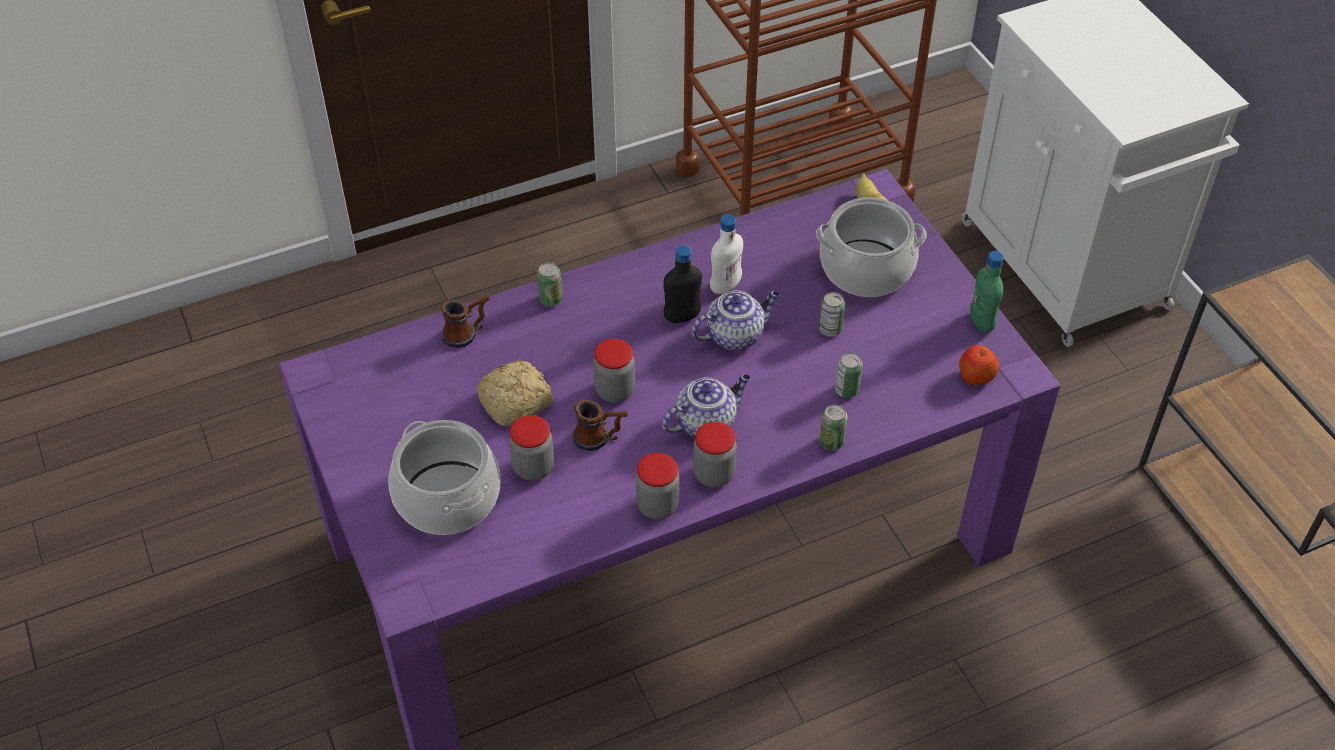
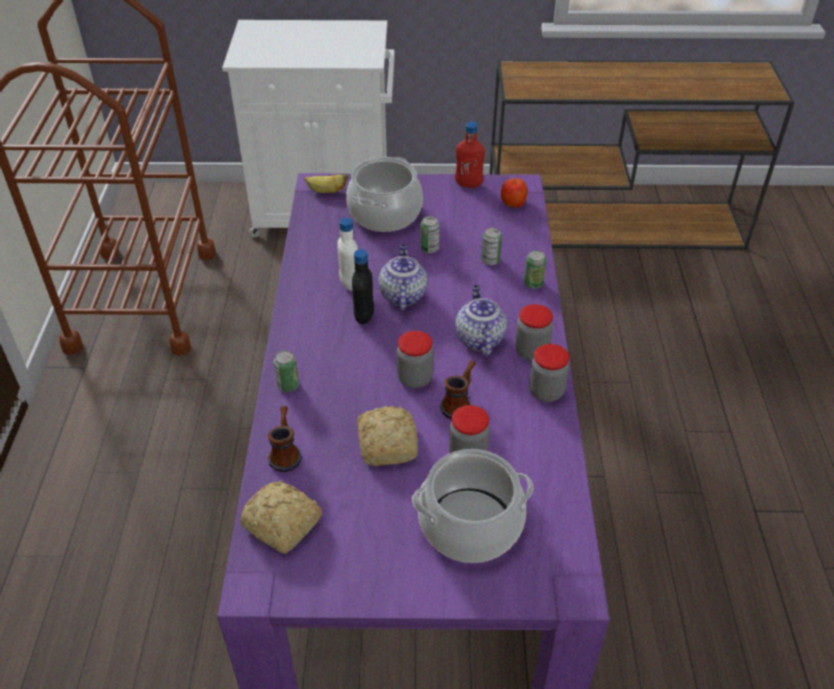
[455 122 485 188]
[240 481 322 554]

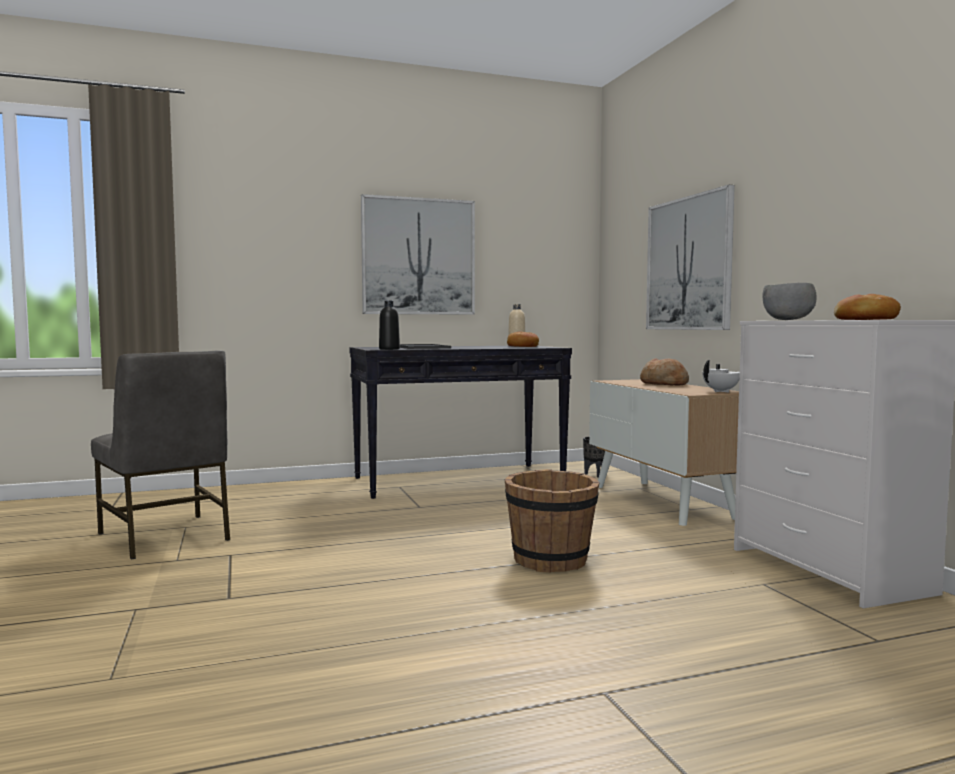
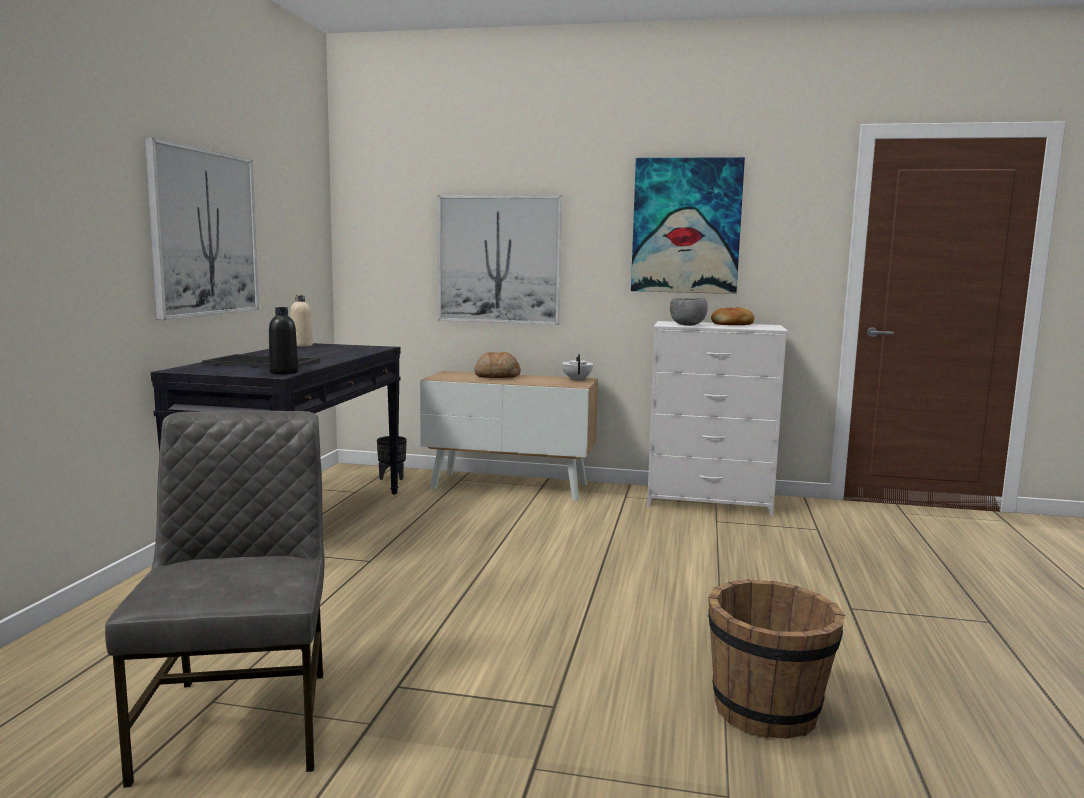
[105 410 324 788]
[708 579 845 739]
[507 331 539 347] (first image)
[631 157 745 294]

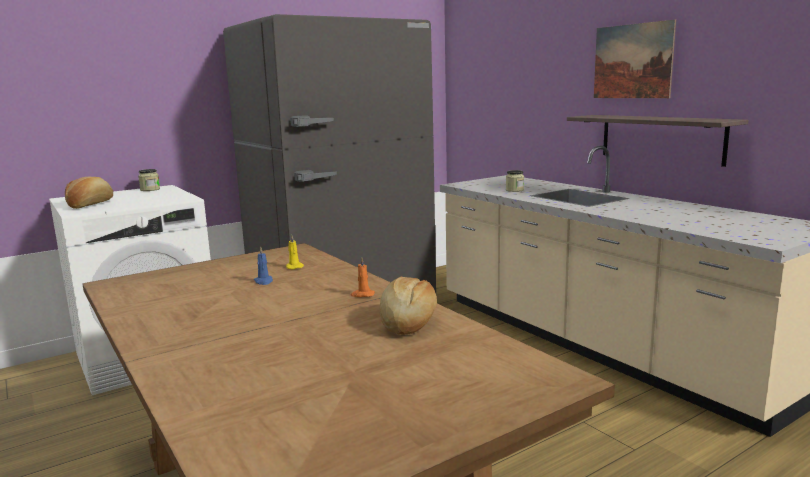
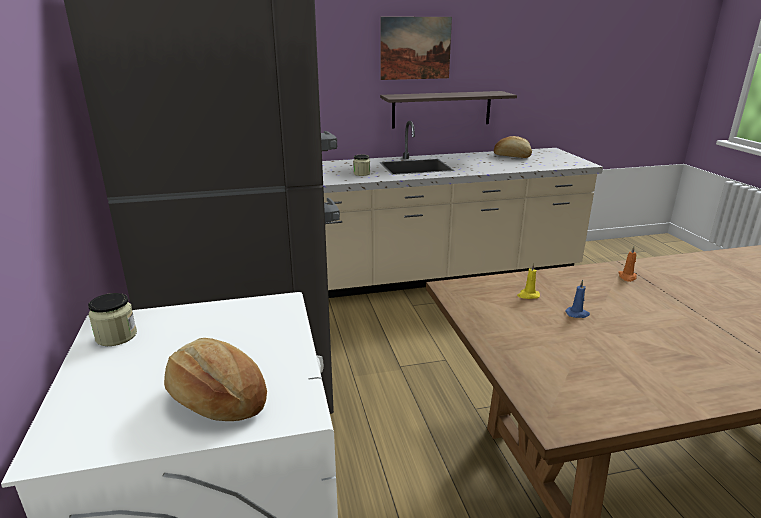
[494 136 532 158]

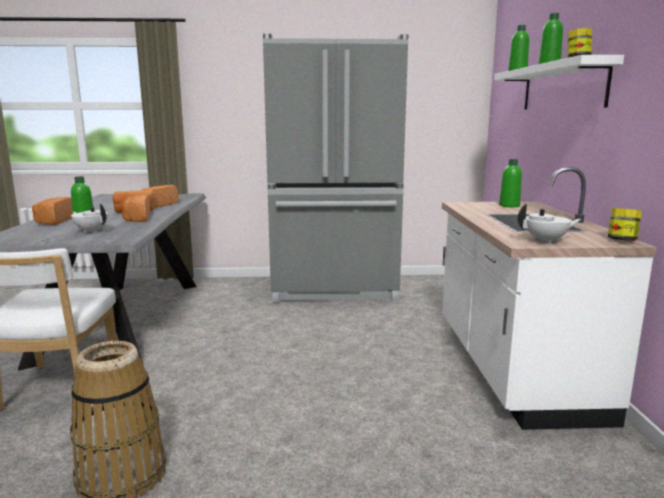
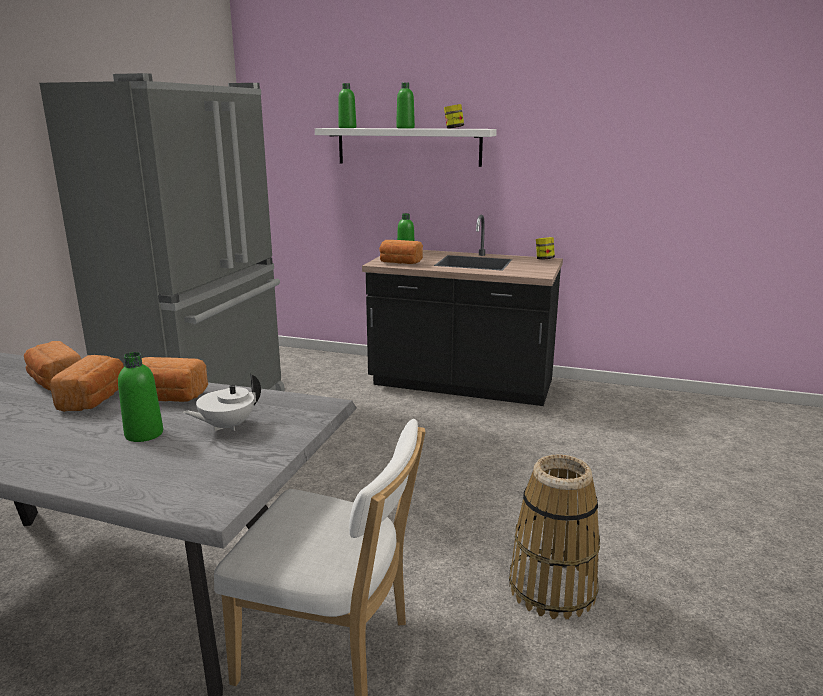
[379 240 423 264]
[362 215 563 406]
[518 204 581 244] (first image)

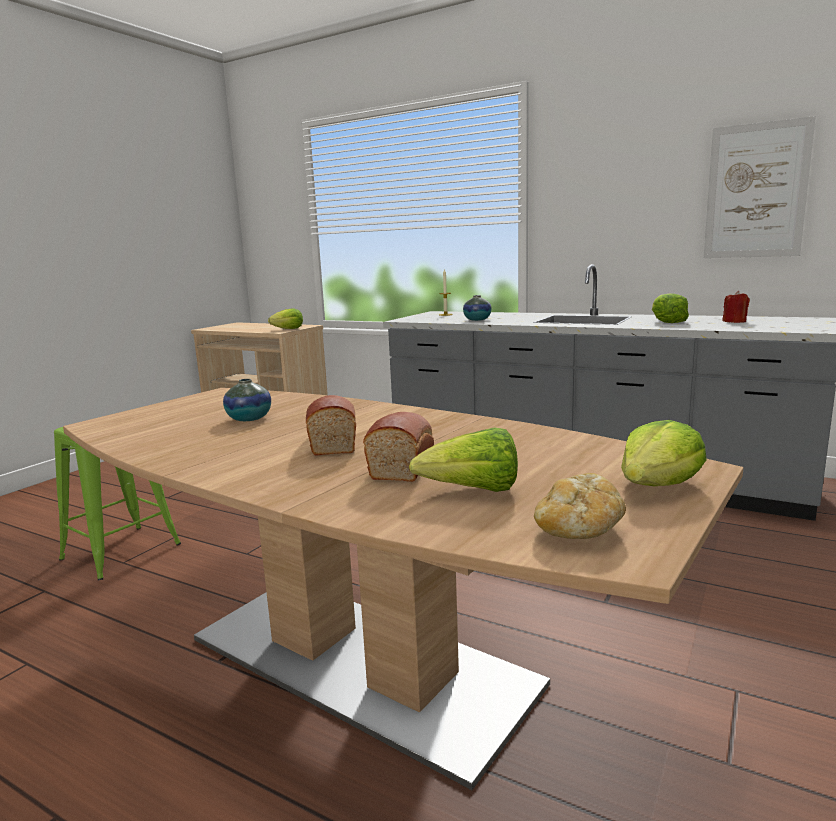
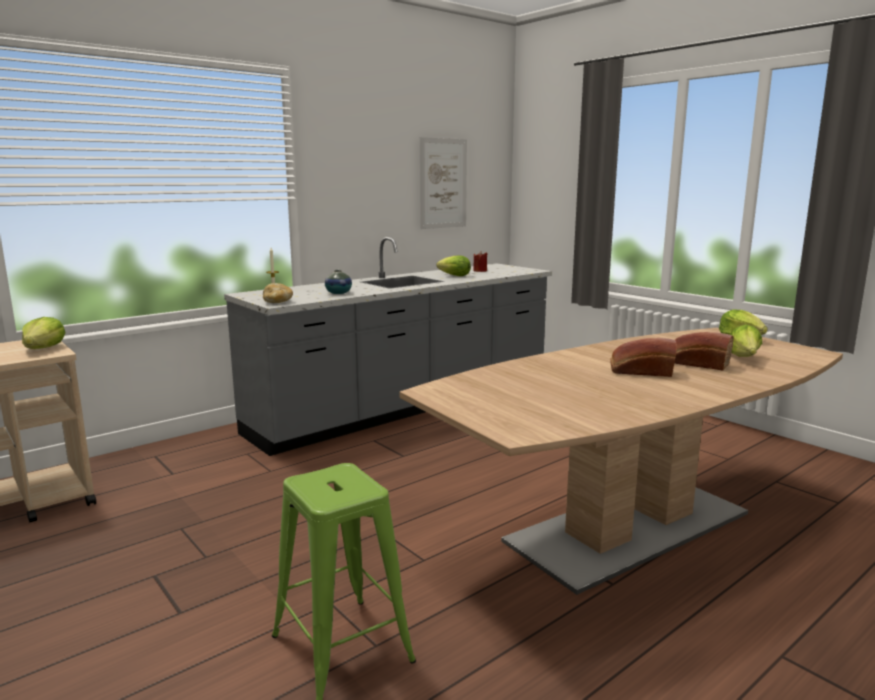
[223 379 271 421] (first image)
[263 283 293 303]

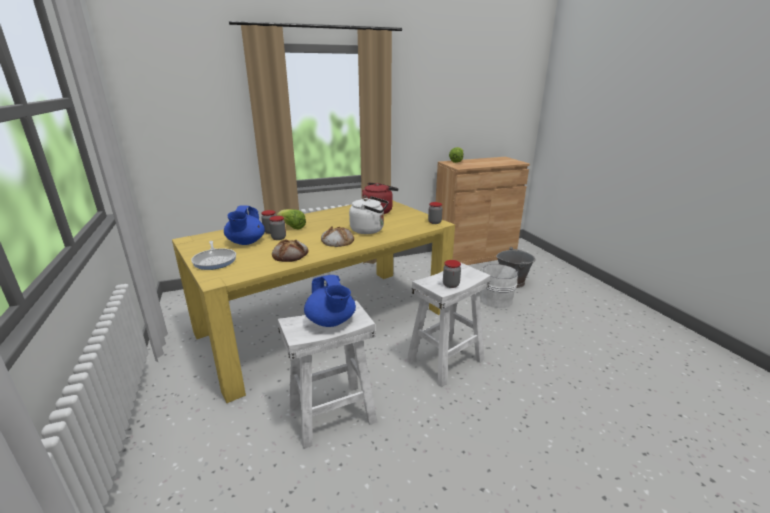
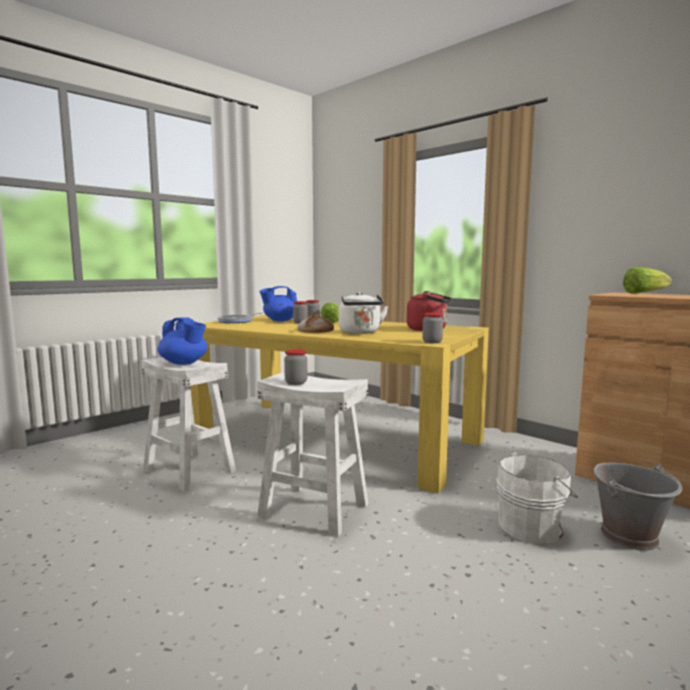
[272 239 308 262] (first image)
[157 317 208 365]

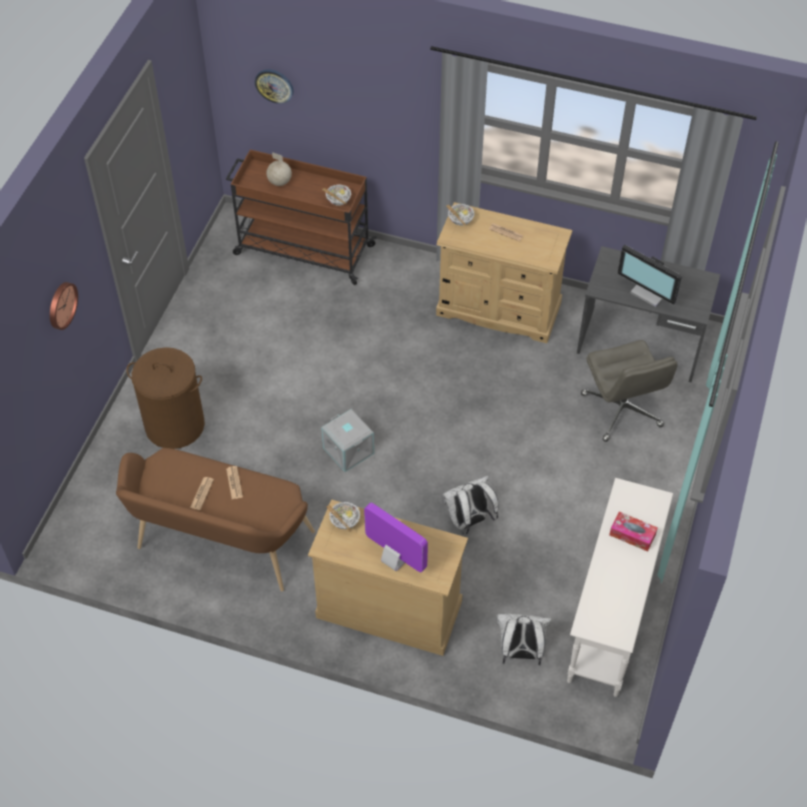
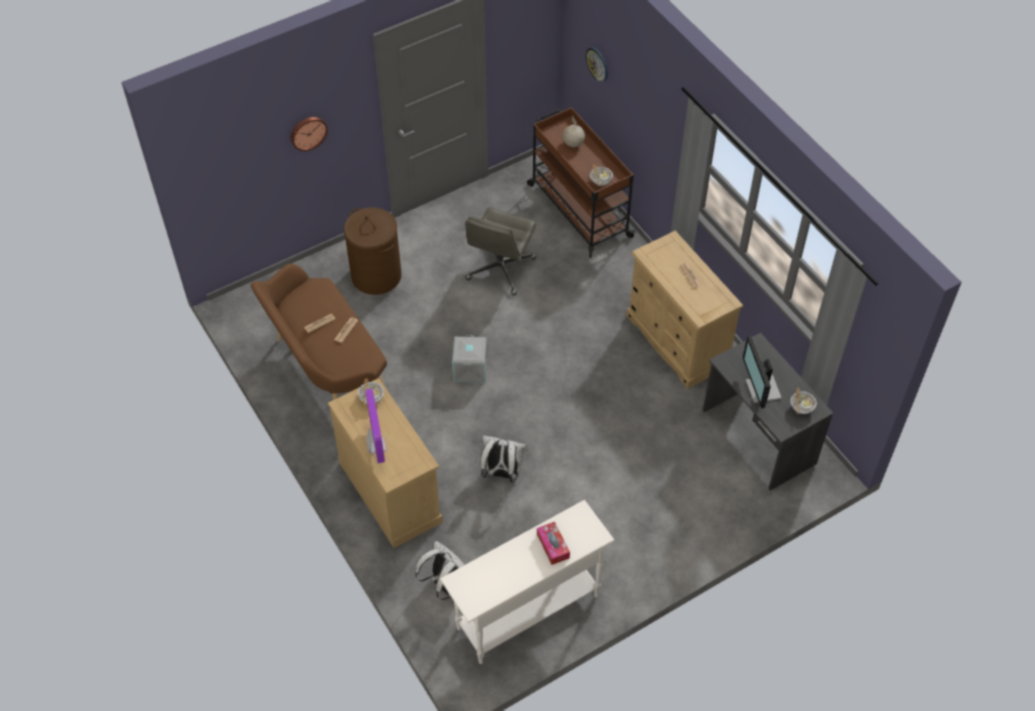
[790 388 817 414]
[465 207 536 295]

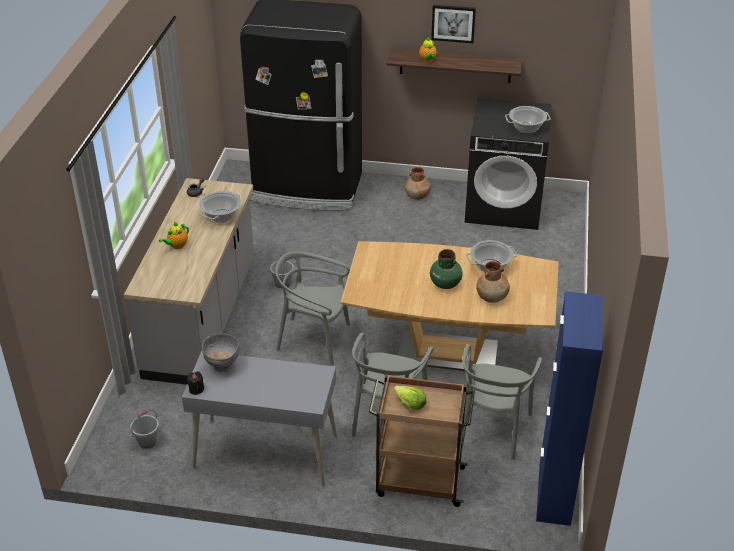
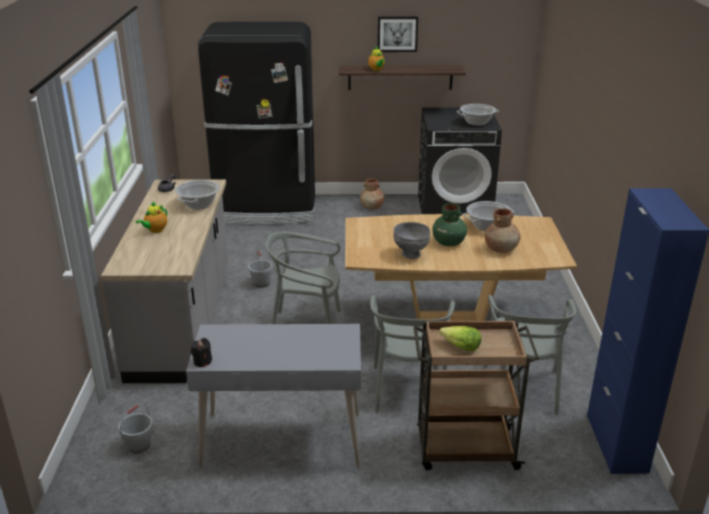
[394 222 430 259]

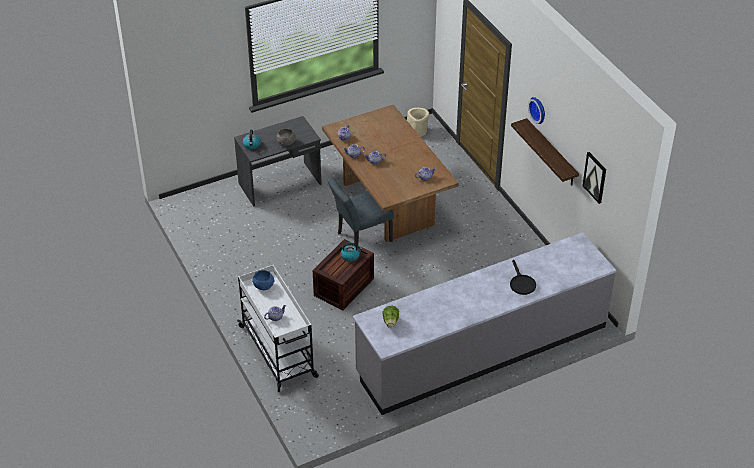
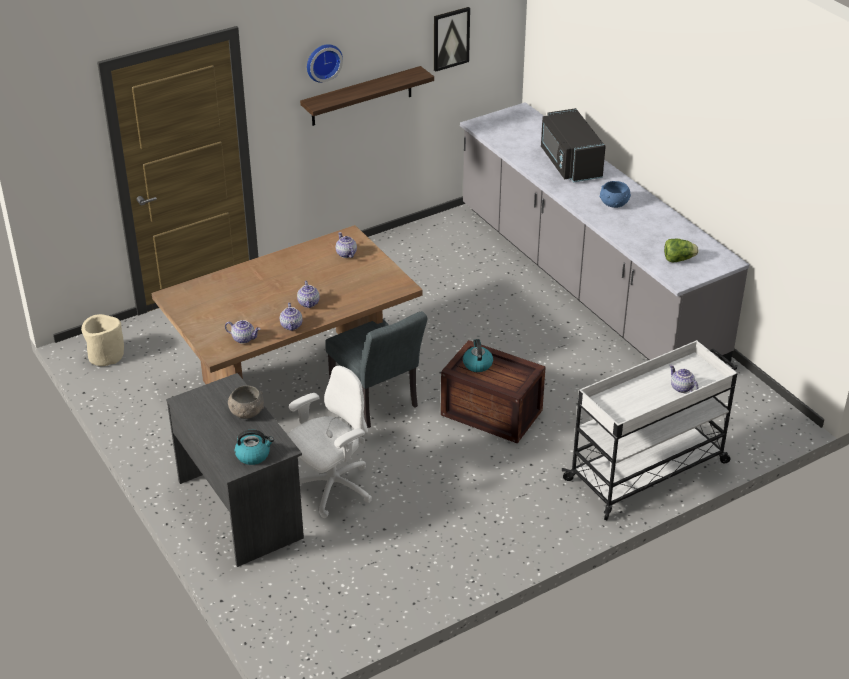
[600 181 631 208]
[541 108 606 182]
[287 366 372 518]

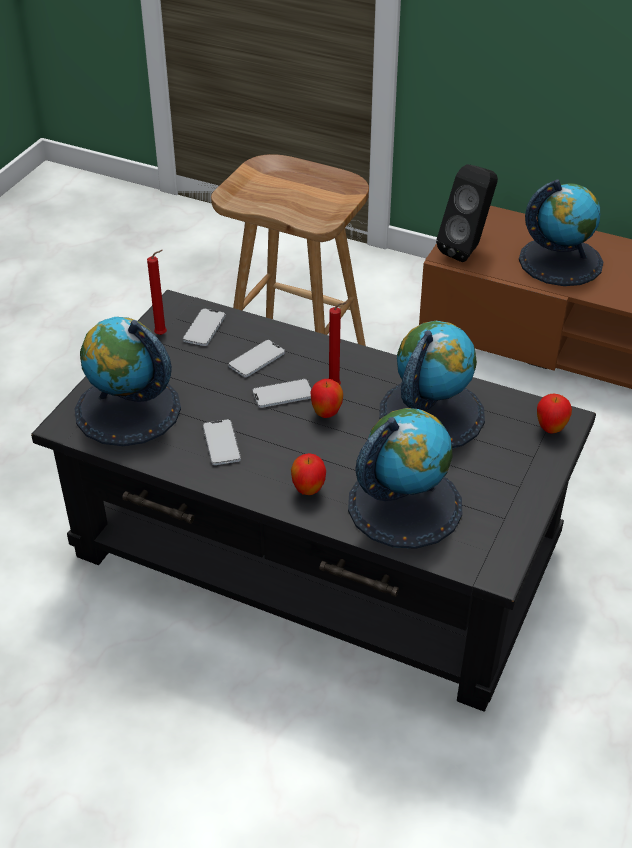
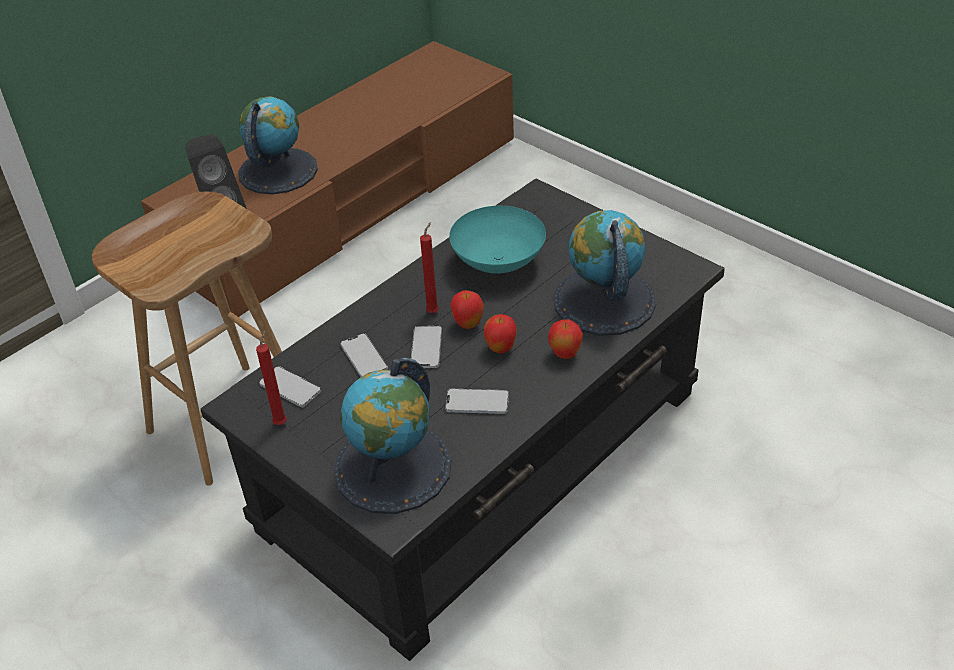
[449 206 546 274]
[483 314 517 354]

